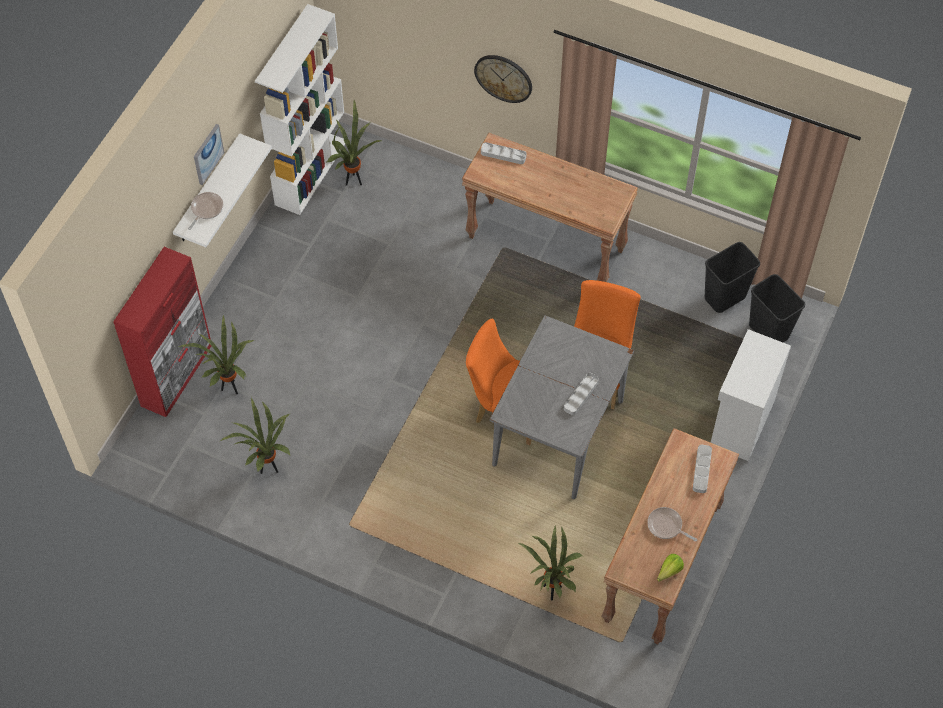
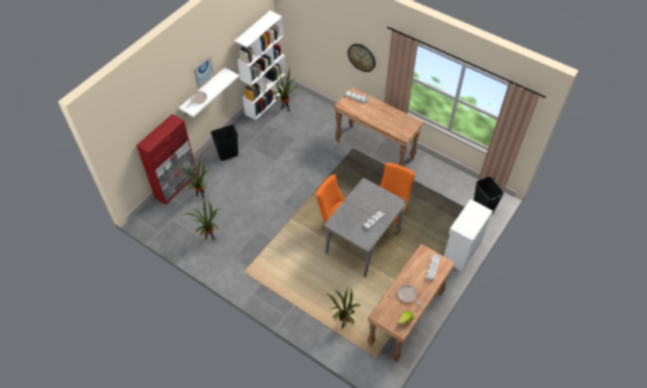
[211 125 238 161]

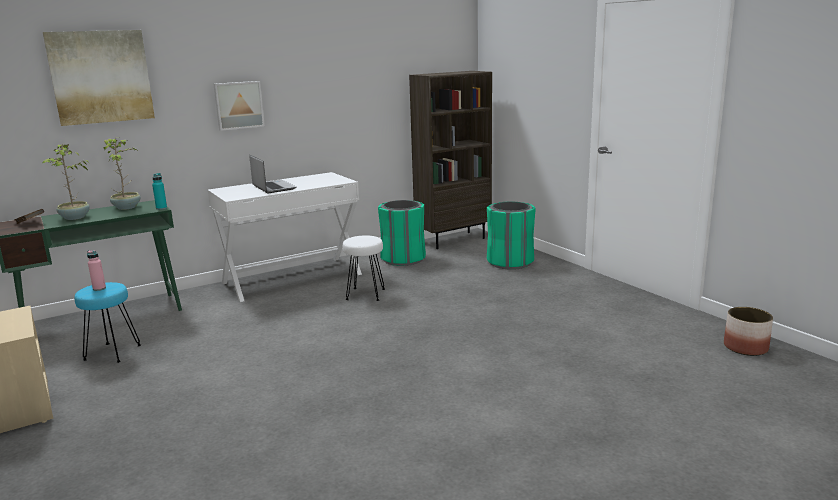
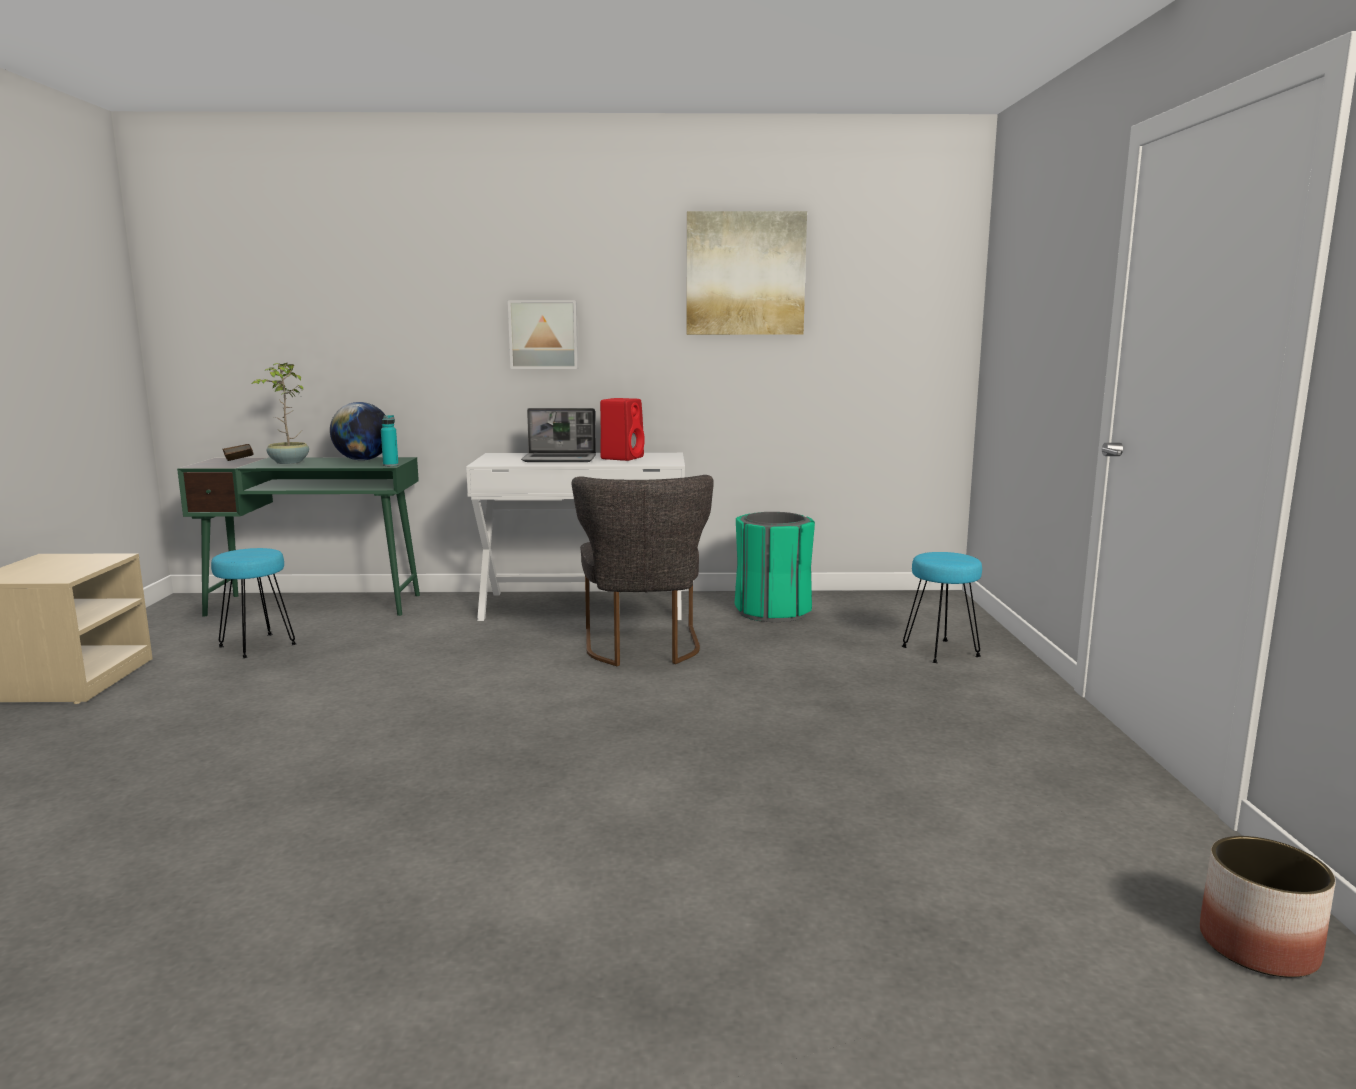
[687 211 807 335]
[87 250 106 291] (first image)
[330 402 385 461]
[521 408 596 462]
[572 475 714 666]
[409 71 492 249] (first image)
[902 552 982 663]
[600 398 645 461]

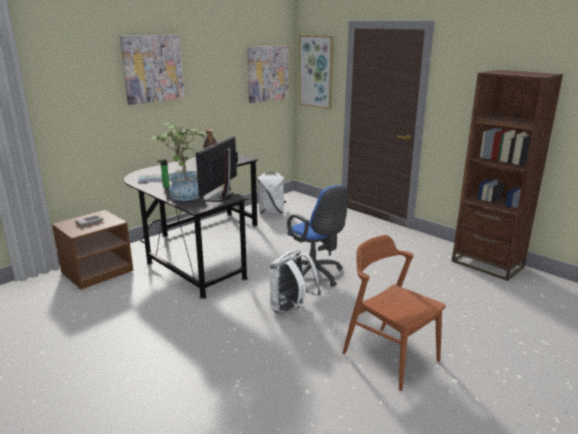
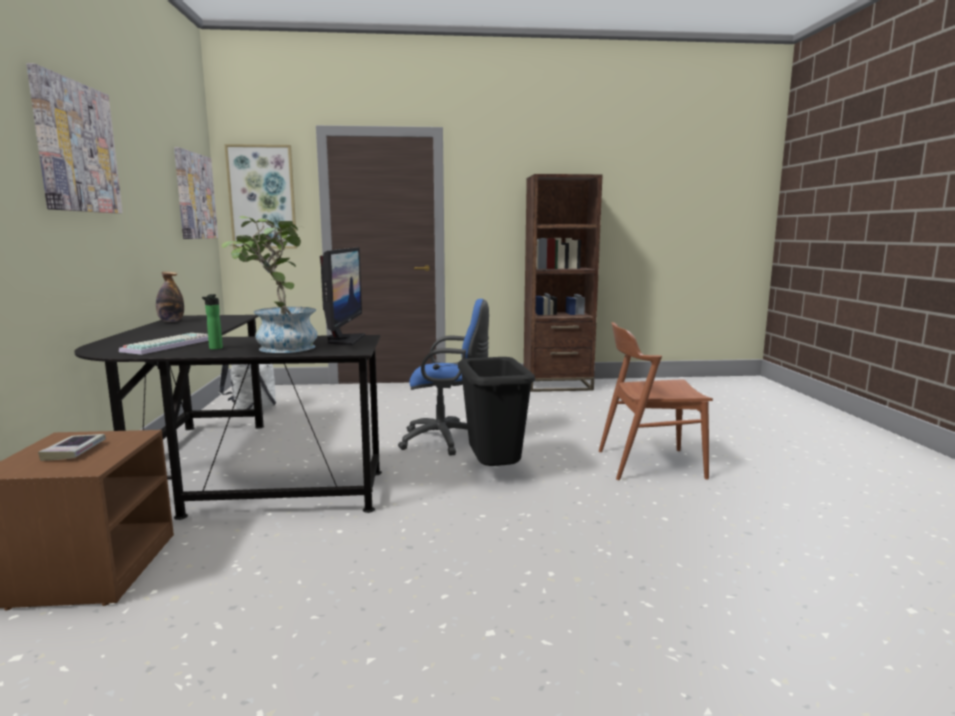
[320 247 365 345]
[458 357 535 466]

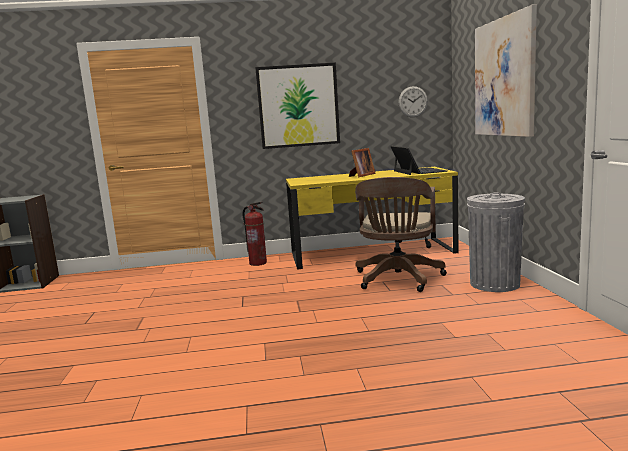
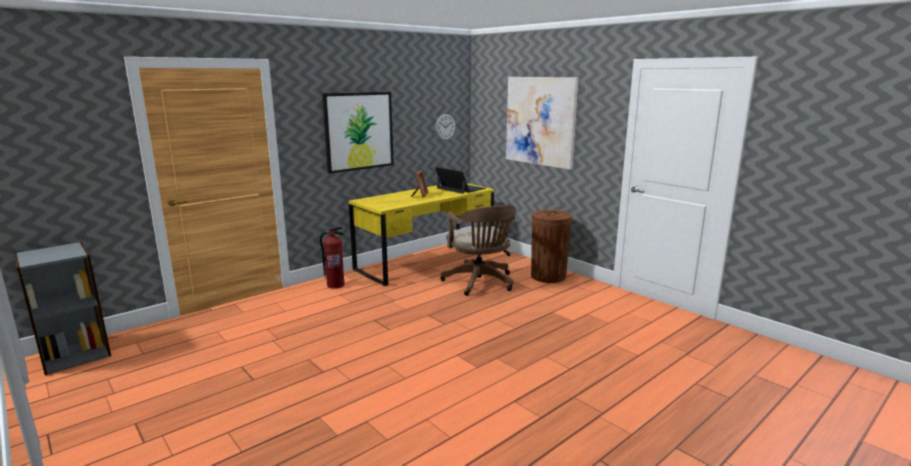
[531 210 572 283]

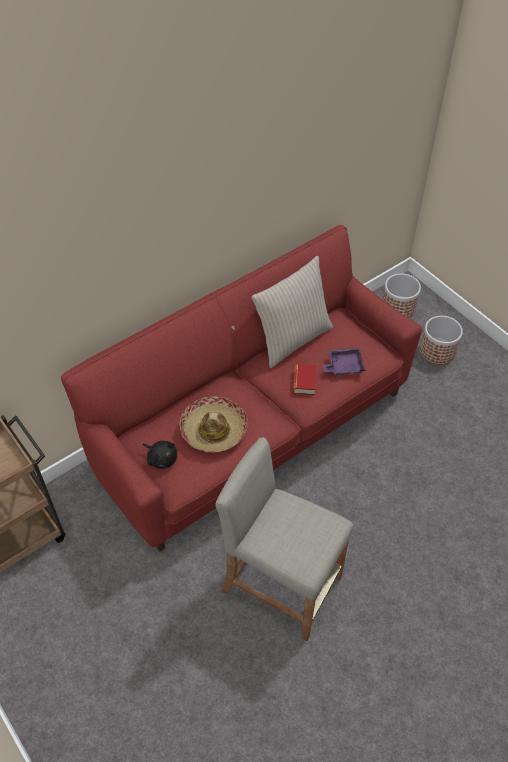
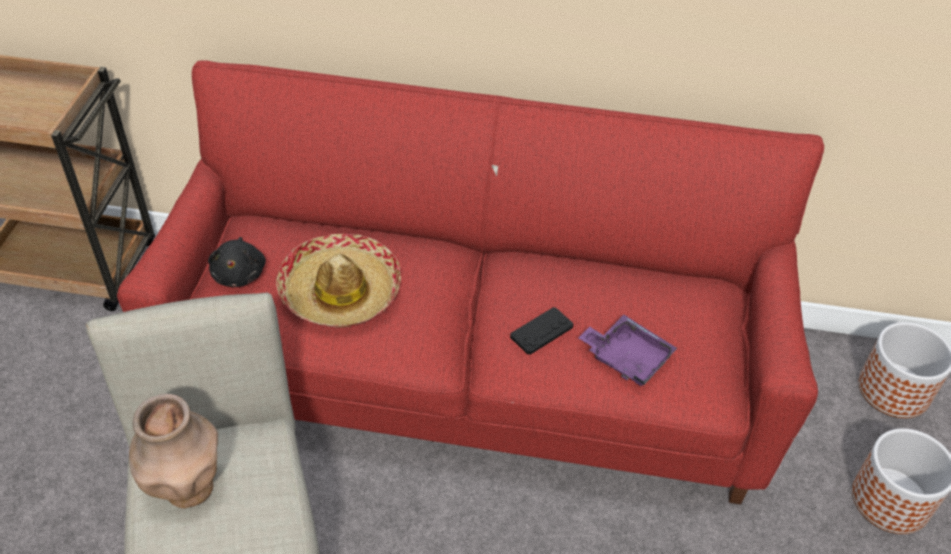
[252 256 333 368] (first image)
[510 307 573 355]
[129 394 218 508]

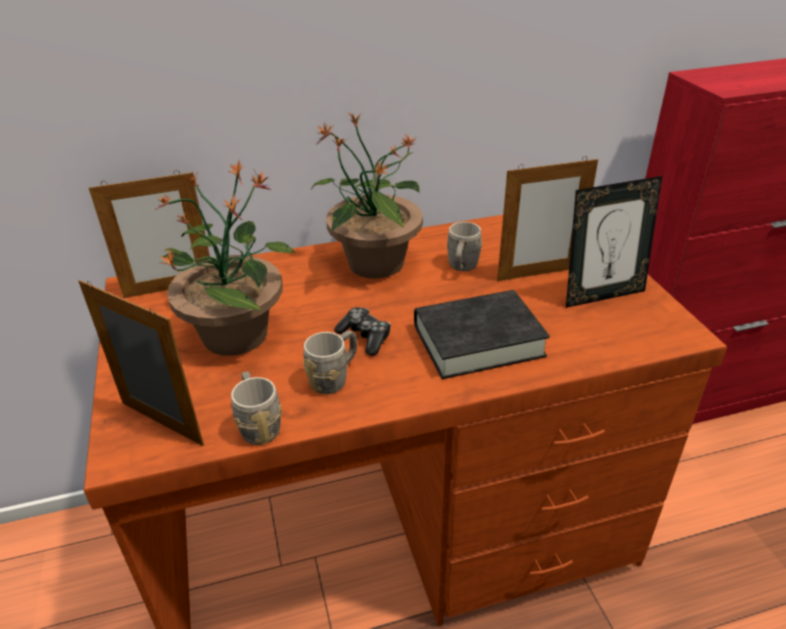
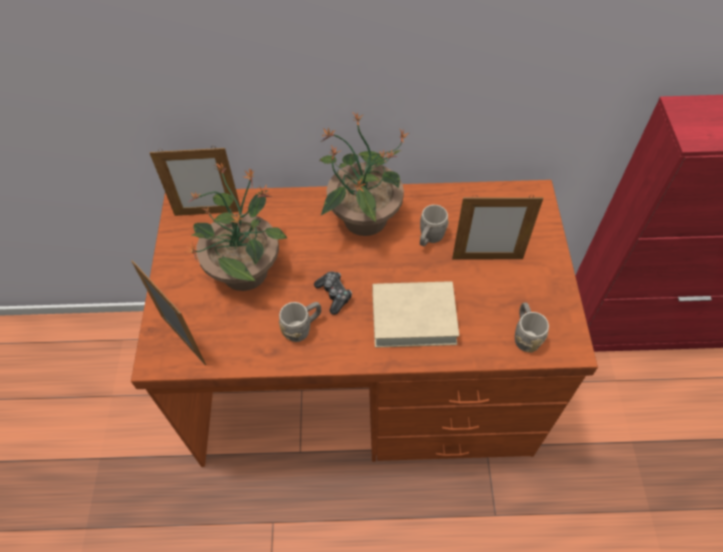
[515 303 549 353]
[372 281 459 348]
[566 176 662 308] (first image)

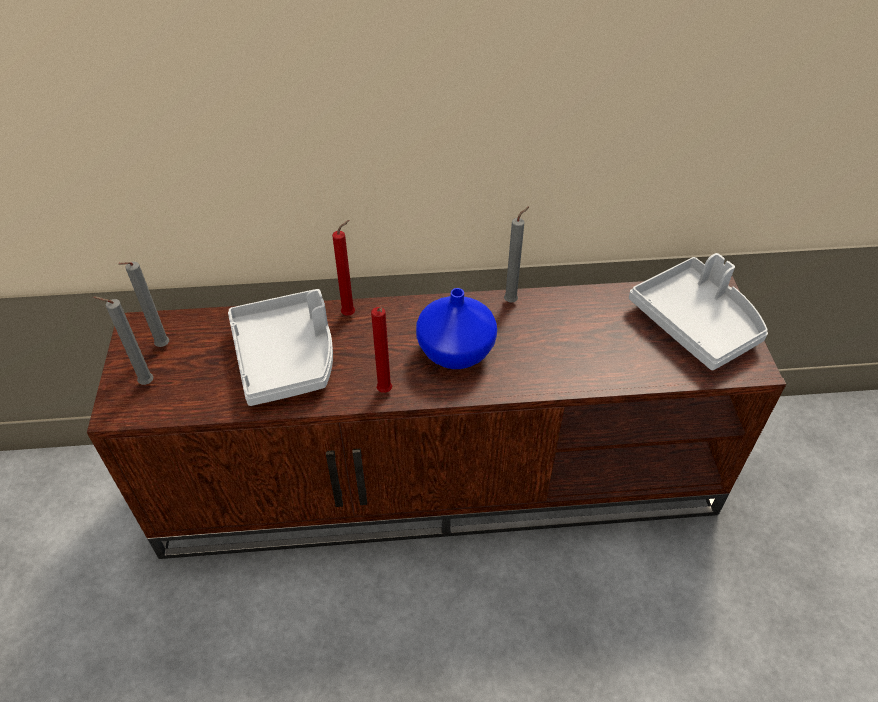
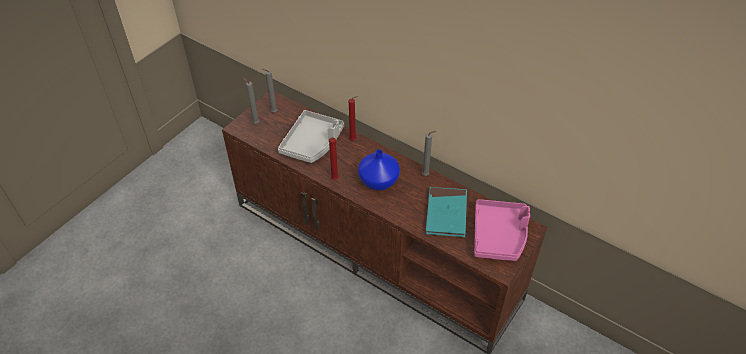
[474 199 530 261]
[426 187 467 237]

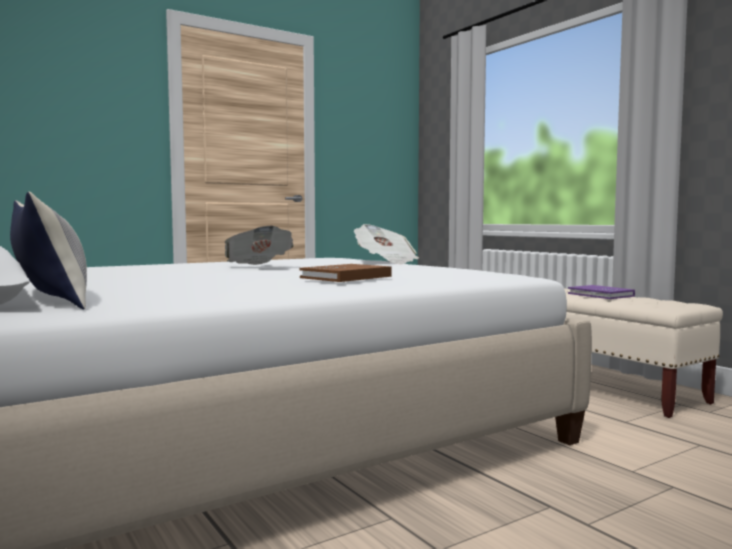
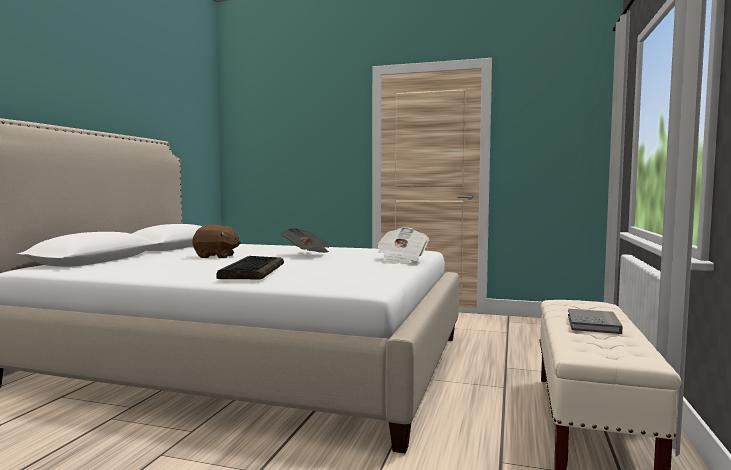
[10 192 87 309] (first image)
[216 256 284 279]
[568 309 623 334]
[192 225 241 258]

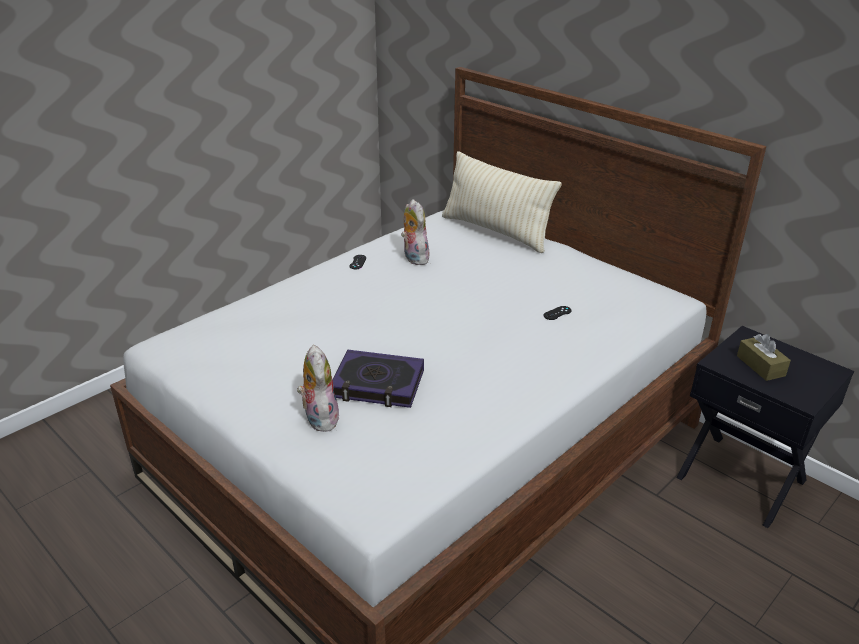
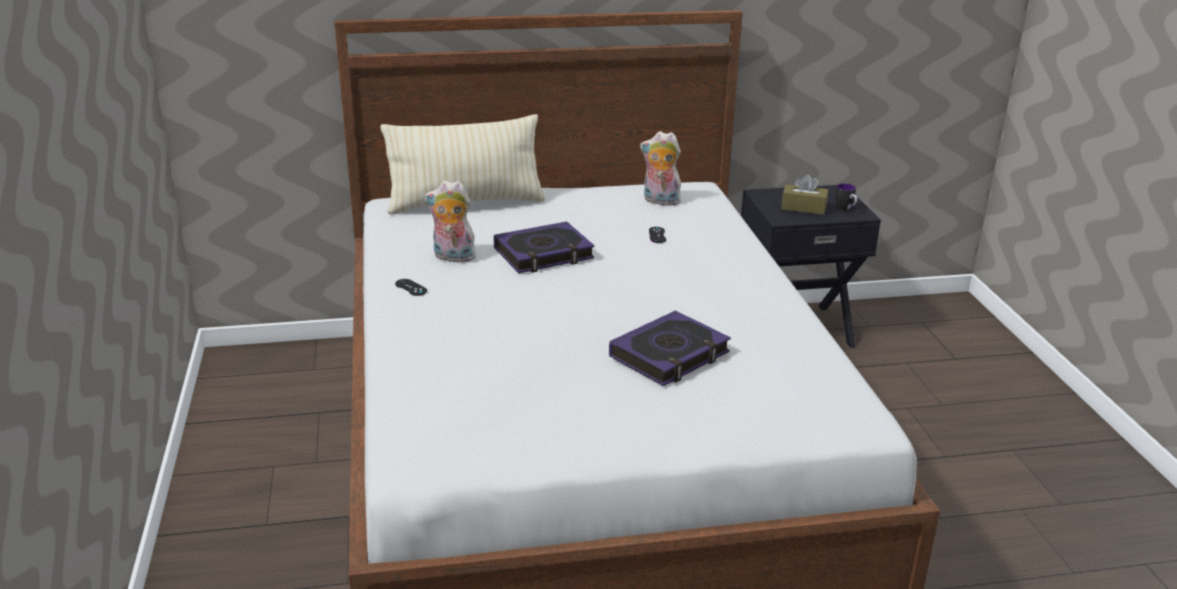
[640 131 681 206]
[494 221 595 273]
[835 183 857 211]

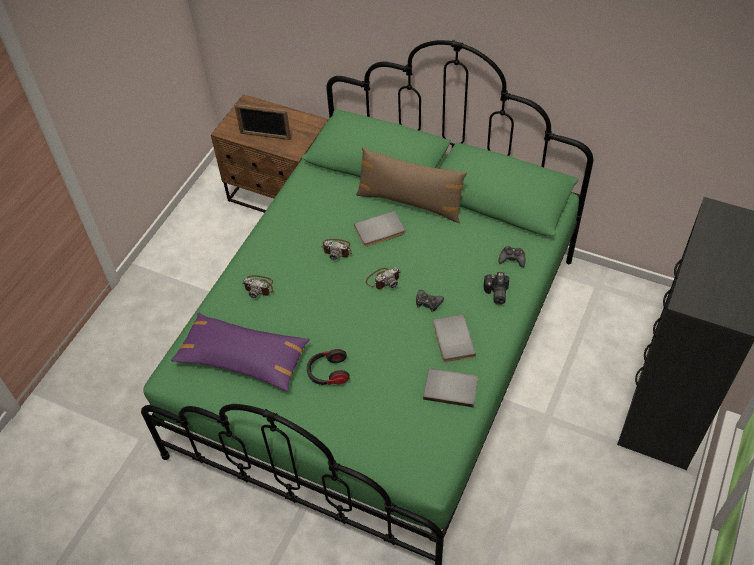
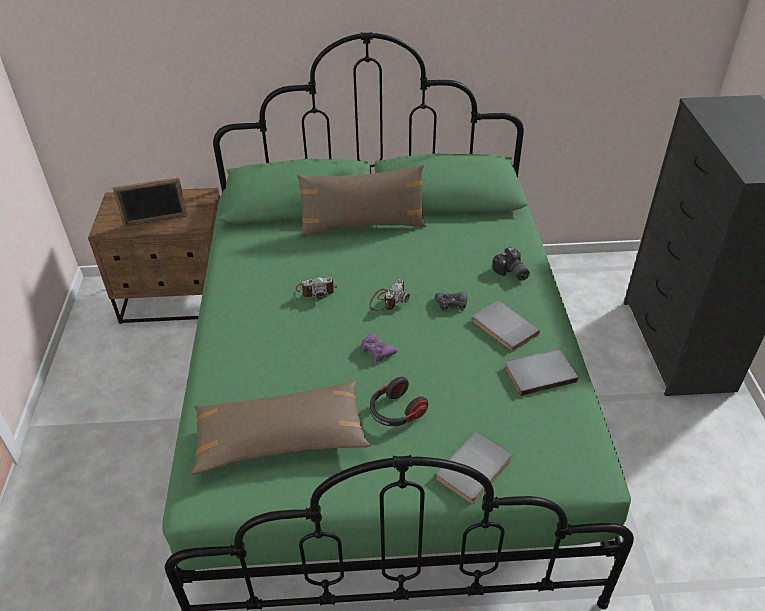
[192 381 371 475]
[242 275 273 298] (first image)
[435 431 512 504]
[498 246 525 267] (first image)
[361 333 397 362]

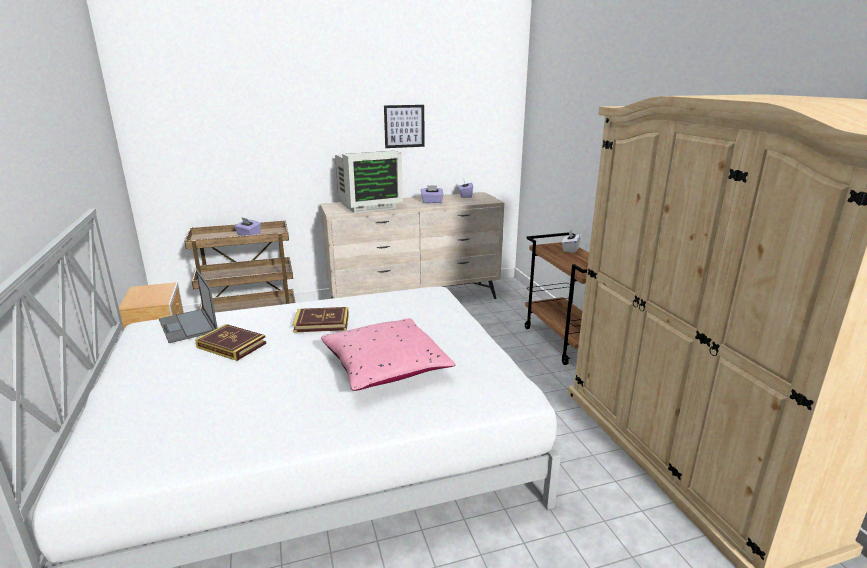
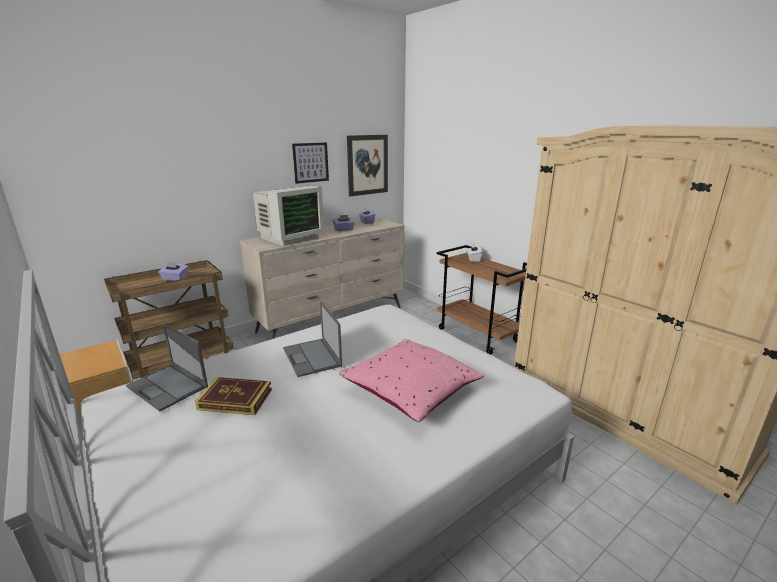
[283 301 342 377]
[347 135 388 196]

